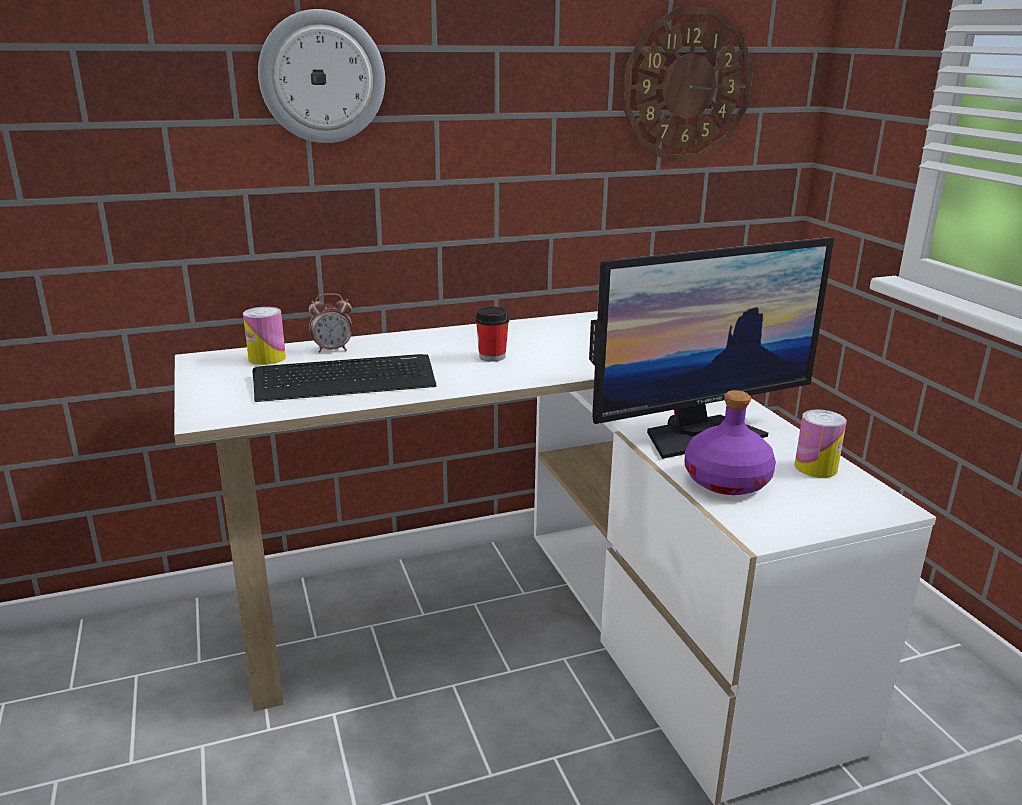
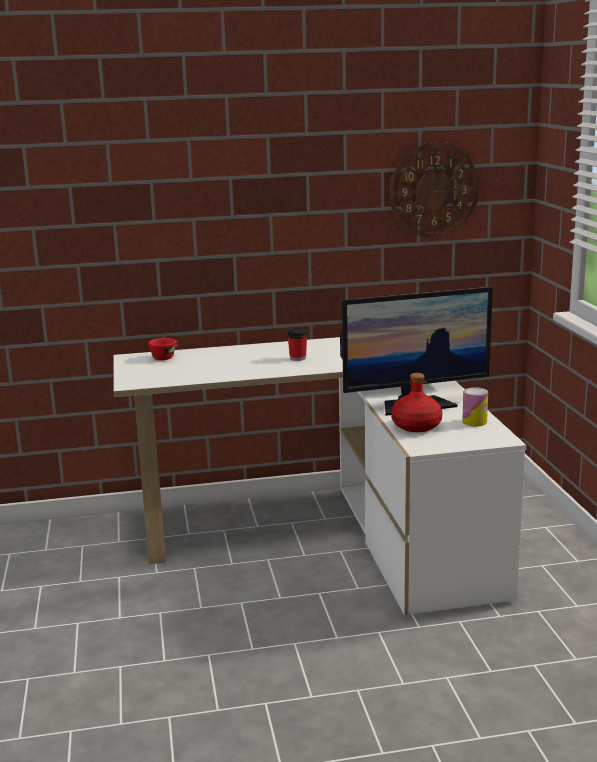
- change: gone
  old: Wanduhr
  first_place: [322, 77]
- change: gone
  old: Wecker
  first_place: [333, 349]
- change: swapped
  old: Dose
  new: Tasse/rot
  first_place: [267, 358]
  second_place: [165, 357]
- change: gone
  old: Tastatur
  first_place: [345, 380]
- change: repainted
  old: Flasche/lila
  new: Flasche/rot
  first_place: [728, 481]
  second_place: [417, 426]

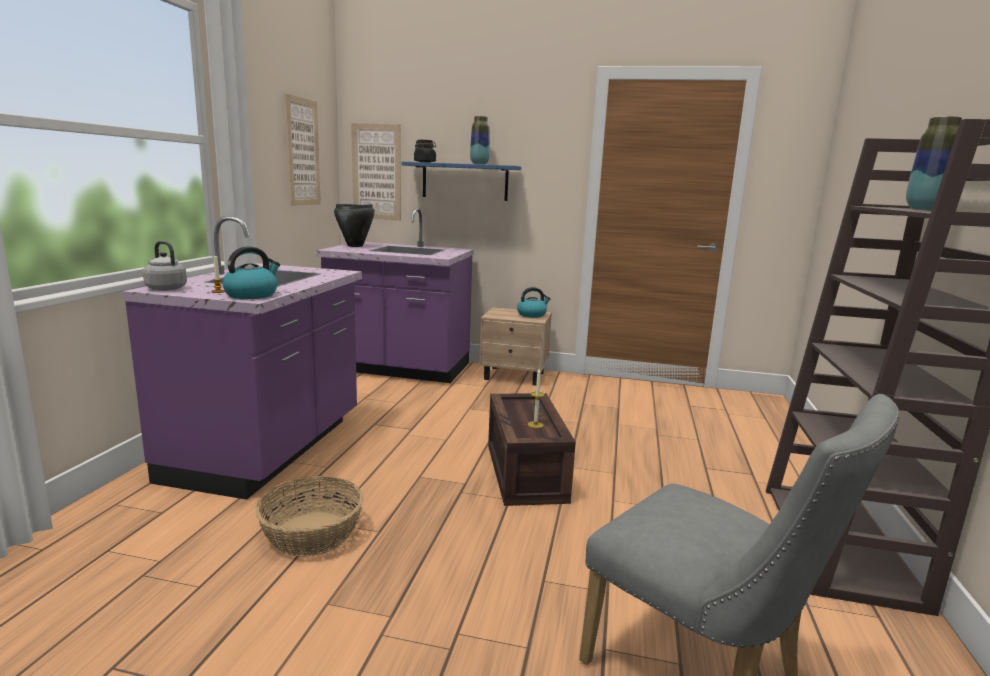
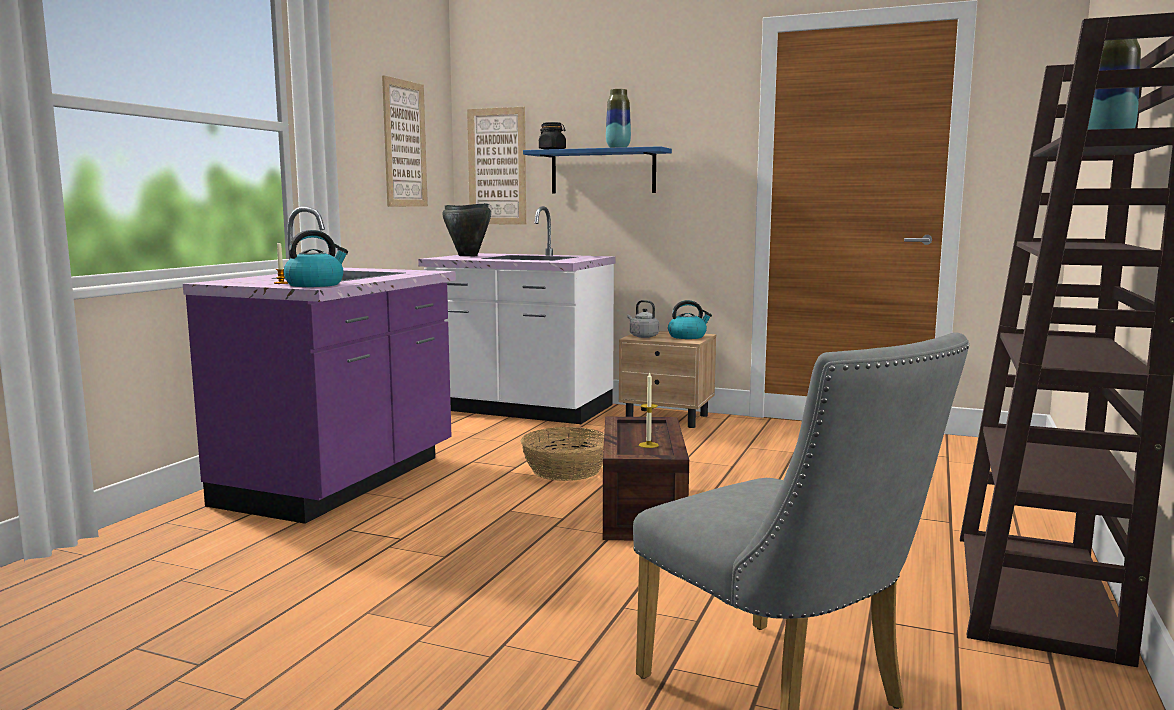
- change: repainted
  old: Küchenzeile/lila
  new: Küchenzeile/weiß
  first_place: [399, 368]
  second_place: [521, 409]
- change: shifted
  old: Wasserkessel/grau
  first_place: [165, 288]
  second_place: [642, 336]
- change: shifted
  old: Korb
  first_place: [311, 534]
  second_place: [565, 470]

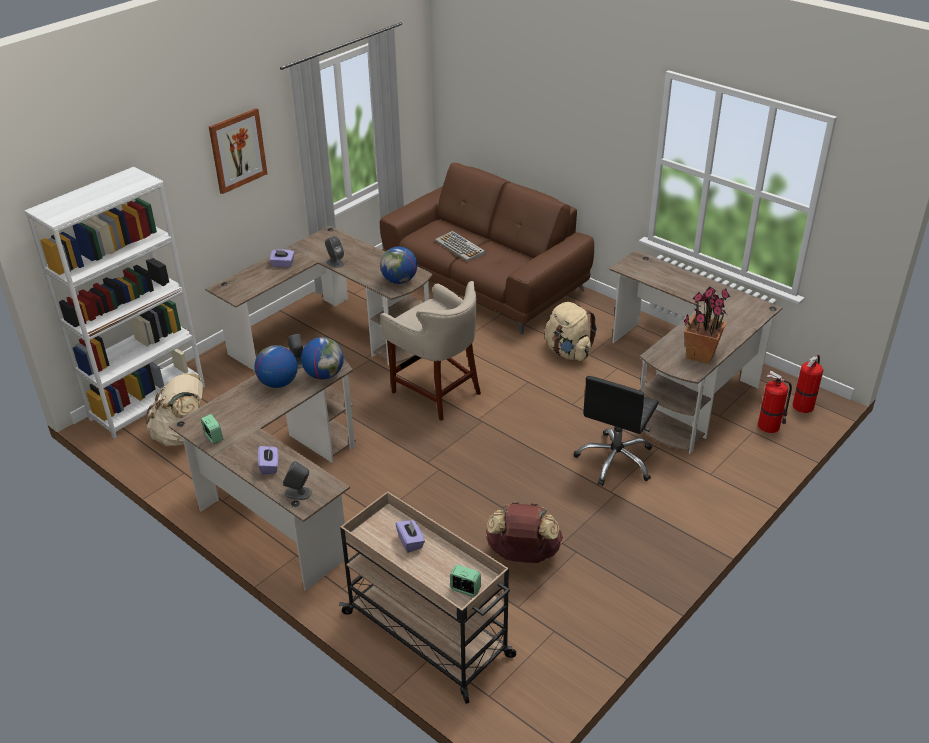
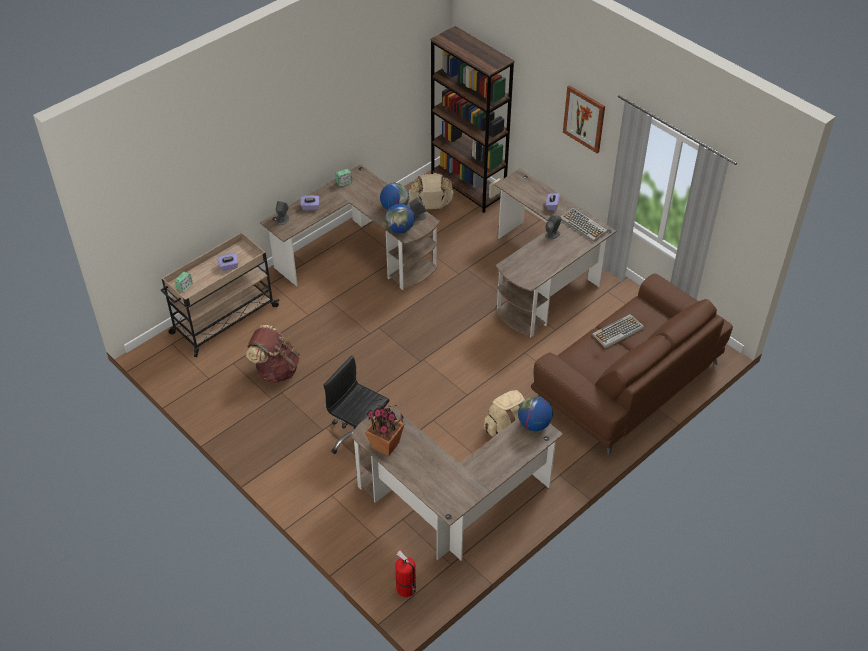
- change: repainted
  old: Bücherregal/weiß
  new: Bücherregal/braun
  first_place: [148, 402]
  second_place: [468, 187]
- change: shifted
  old: Globus
  first_place: [399, 281]
  second_place: [534, 424]
- change: gone
  old: Hocker/beige
  first_place: [437, 391]
- change: gone
  old: Feuerlöscher
  first_place: [770, 426]
- change: new
  new: Tastatur
  second_place: [584, 225]

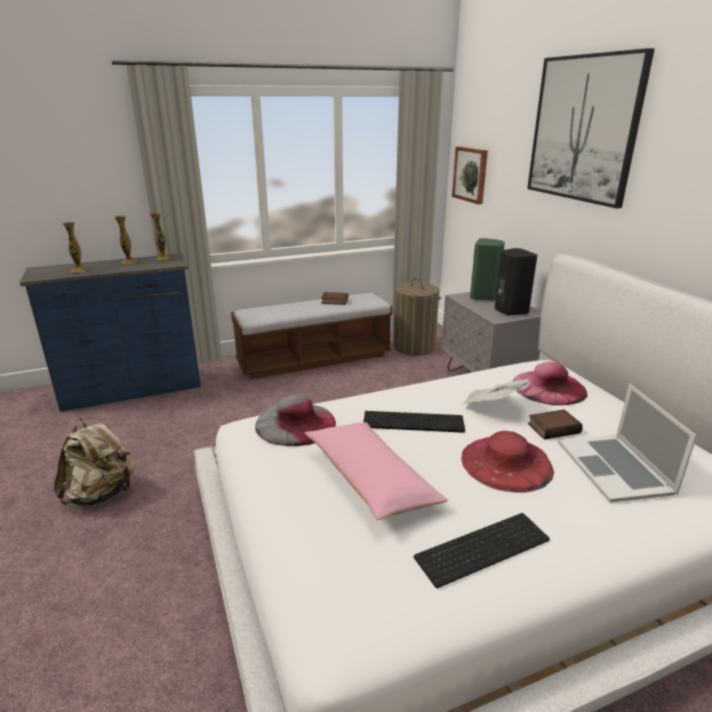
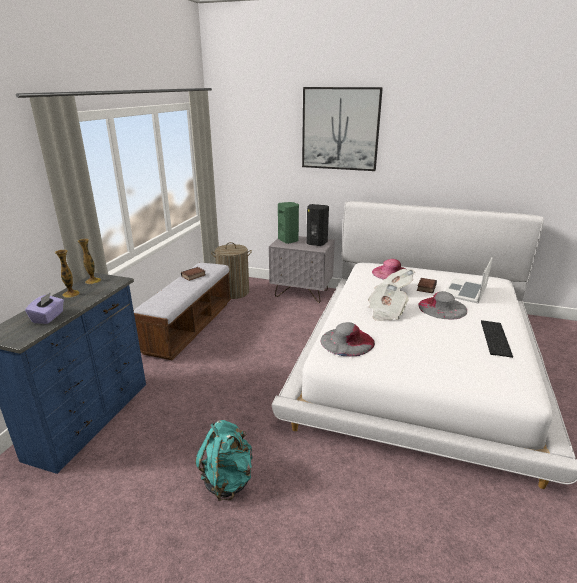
- change: gone
  old: Bild
  first_place: [470, 174]
- change: swapped
  old: Vase
  new: Taschentuchbox/lila
  first_place: [79, 270]
  second_place: [48, 317]
- change: rotated
  old: Laptop
  first_place: [615, 467]
  second_place: [465, 291]
  degrees: 90
- change: swapped
  old: Tastatur
  new: Zeitung
  first_place: [412, 423]
  second_place: [385, 312]
- change: repainted
  old: Rucksack/beige
  new: Rucksack/türkis
  first_place: [101, 494]
  second_place: [228, 480]
- change: gone
  old: Kissen/rosa
  first_place: [370, 479]
- change: repainted
  old: Hut/rot
  new: Hut/grau
  first_place: [506, 463]
  second_place: [442, 308]

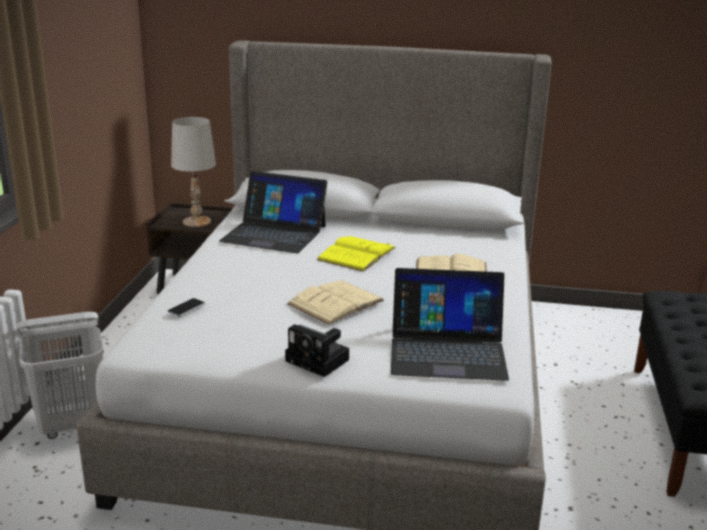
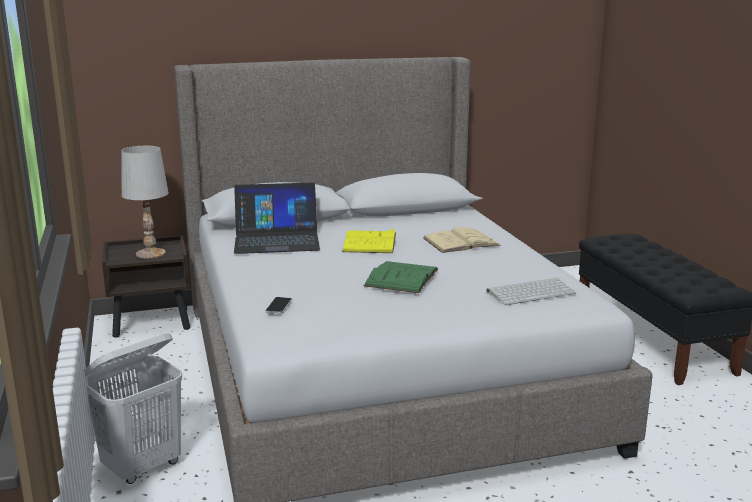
- change: swapped
  old: Laptop
  new: Tastatur
  first_place: [447, 350]
  second_place: [531, 292]
- change: repainted
  old: Buch/beige
  new: Buch/grün
  first_place: [335, 302]
  second_place: [401, 277]
- change: gone
  old: Kamera
  first_place: [319, 361]

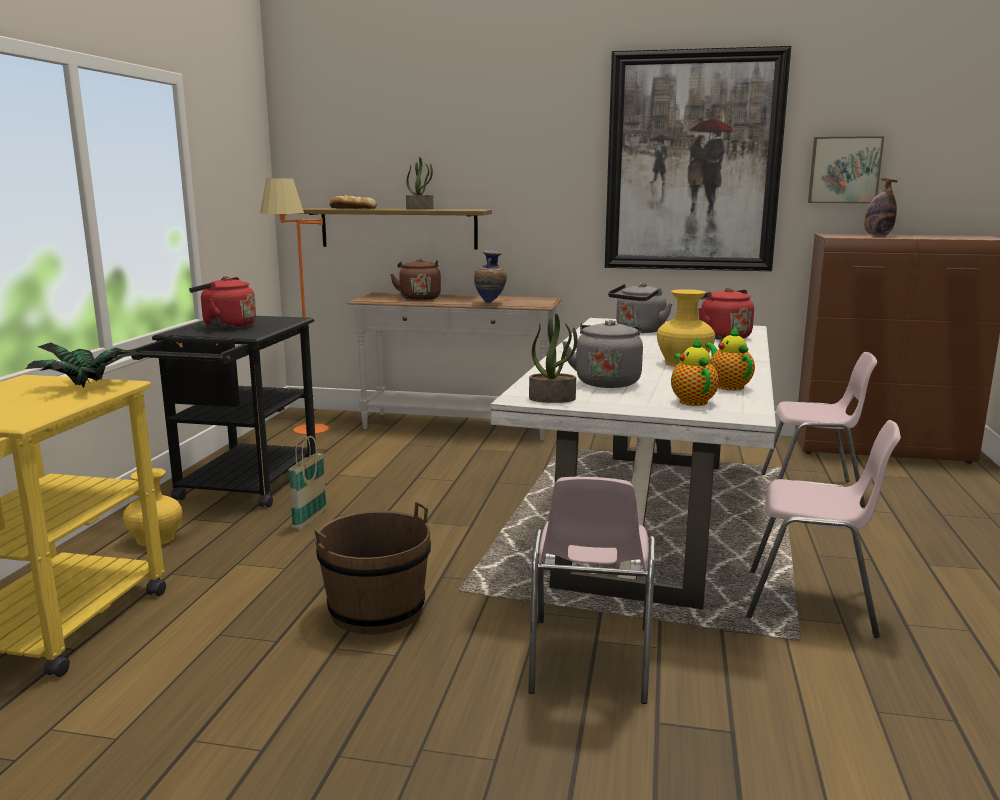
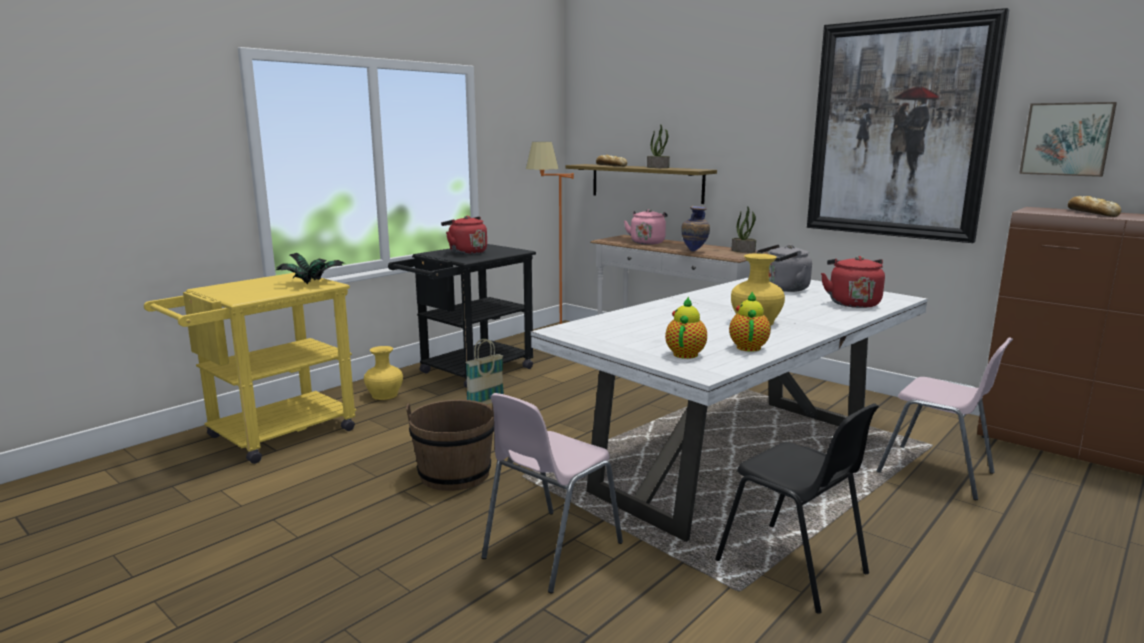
- change: swapped
  old: Flasche
  new: Brot
  first_place: [877, 235]
  second_place: [1091, 213]
- change: repainted
  old: Wasserkessel/braun
  new: Wasserkessel/rosa
  first_place: [419, 298]
  second_place: [647, 242]
- change: shifted
  old: Topfpflanze
  first_place: [552, 398]
  second_place: [743, 251]
- change: gone
  old: Wasserkessel/grau
  first_place: [607, 382]
- change: repainted
  old: Stuhl/rosa
  new: Stuhl/schwarz
  first_place: [811, 604]
  second_place: [792, 568]

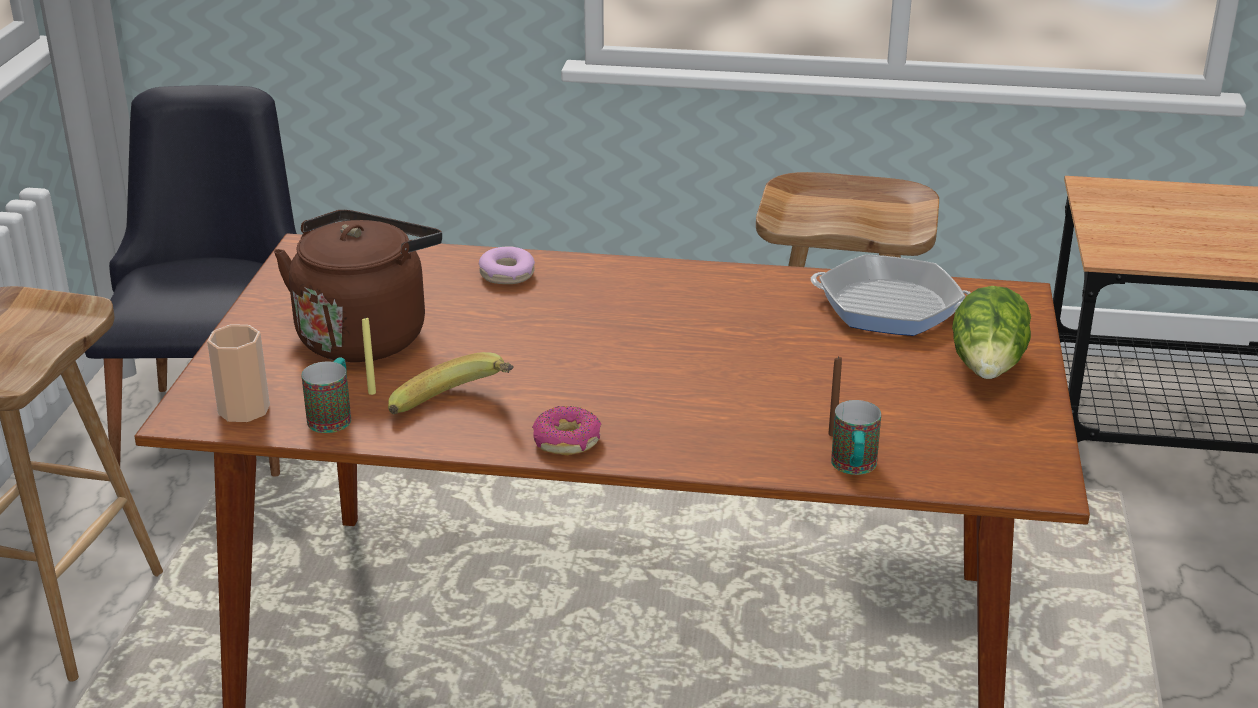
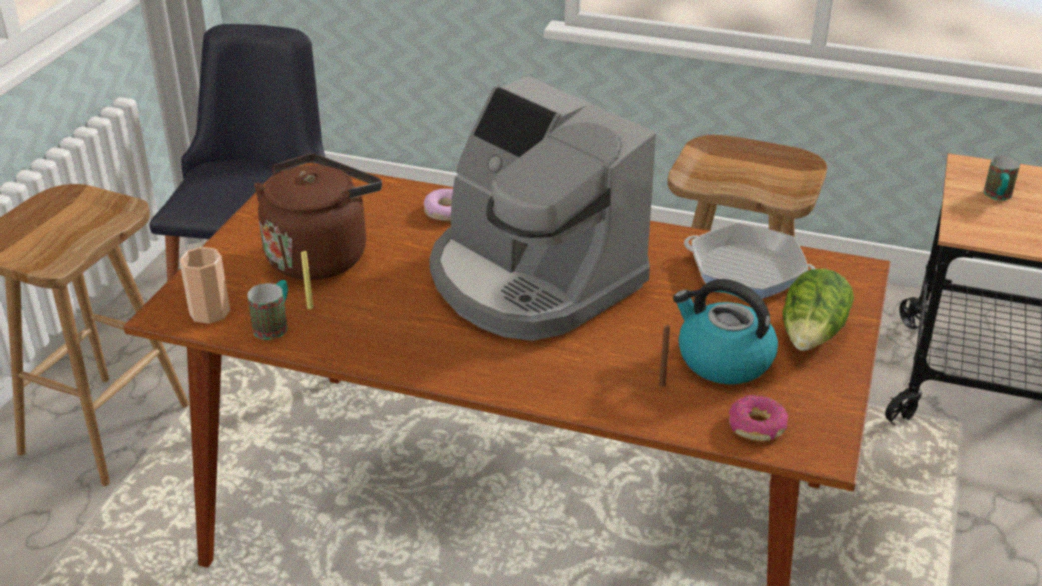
- change: gone
  old: Banane
  first_place: [457, 411]
- change: shifted
  old: Henkelbecher
  first_place: [854, 468]
  second_place: [998, 197]
- change: shifted
  old: Donut
  first_place: [567, 441]
  second_place: [757, 427]
- change: new
  new: Kaffeemaschine
  second_place: [531, 280]
- change: new
  new: Wasserkessel
  second_place: [723, 360]

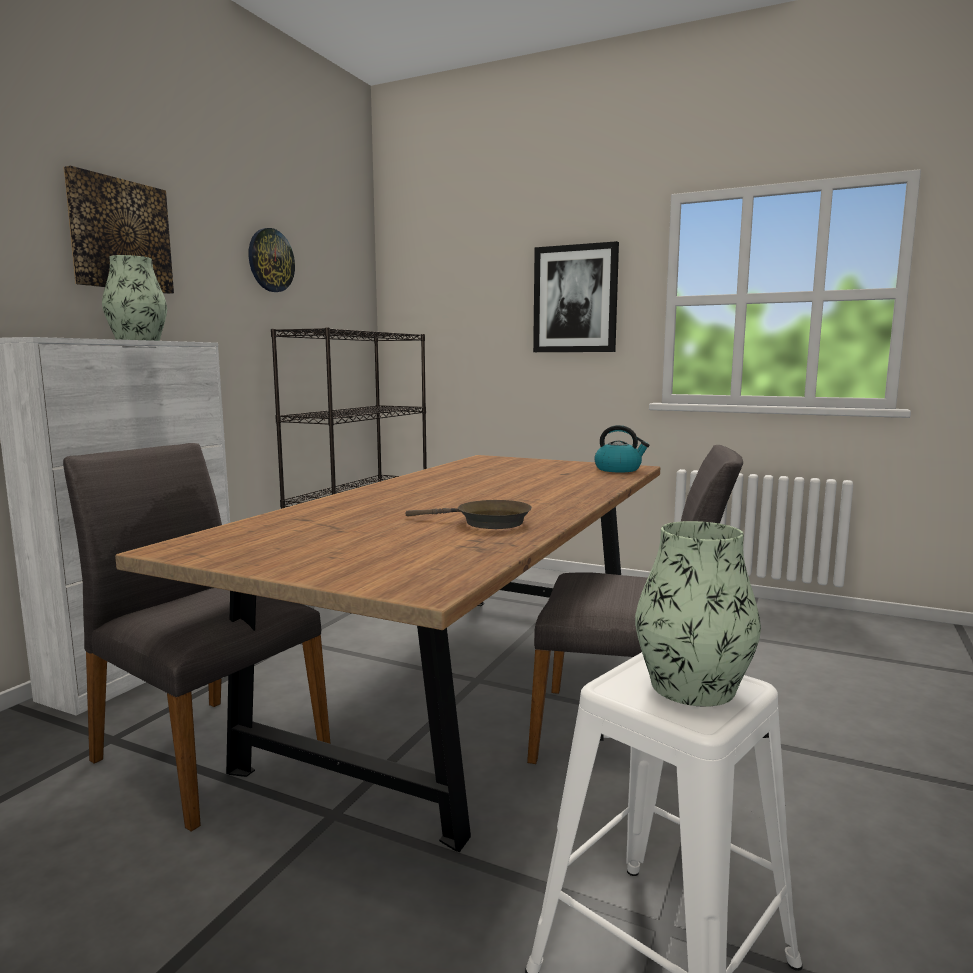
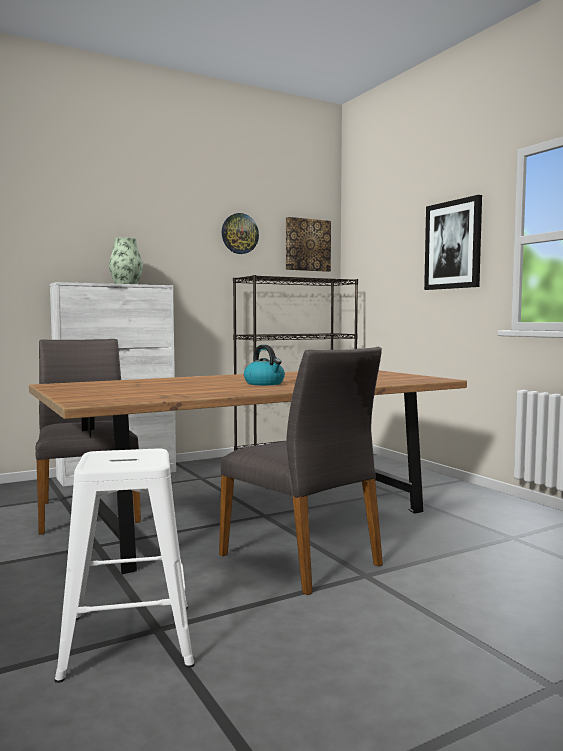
- change: shifted
  old: Bild
  first_place: [119, 235]
  second_place: [307, 245]
- change: shifted
  old: Wasserkessel
  first_place: [618, 469]
  second_place: [265, 383]
- change: gone
  old: Pfanne/braun
  first_place: [487, 522]
- change: gone
  old: Vase
  first_place: [693, 686]

